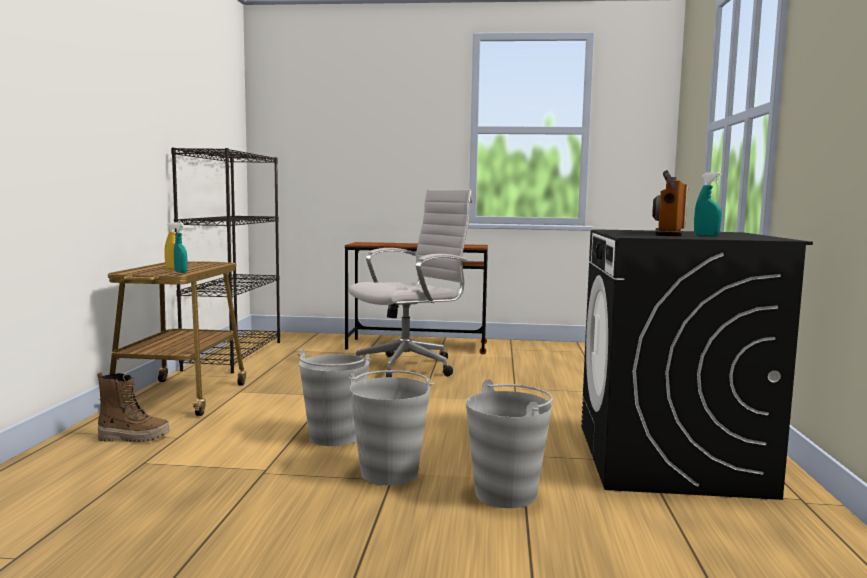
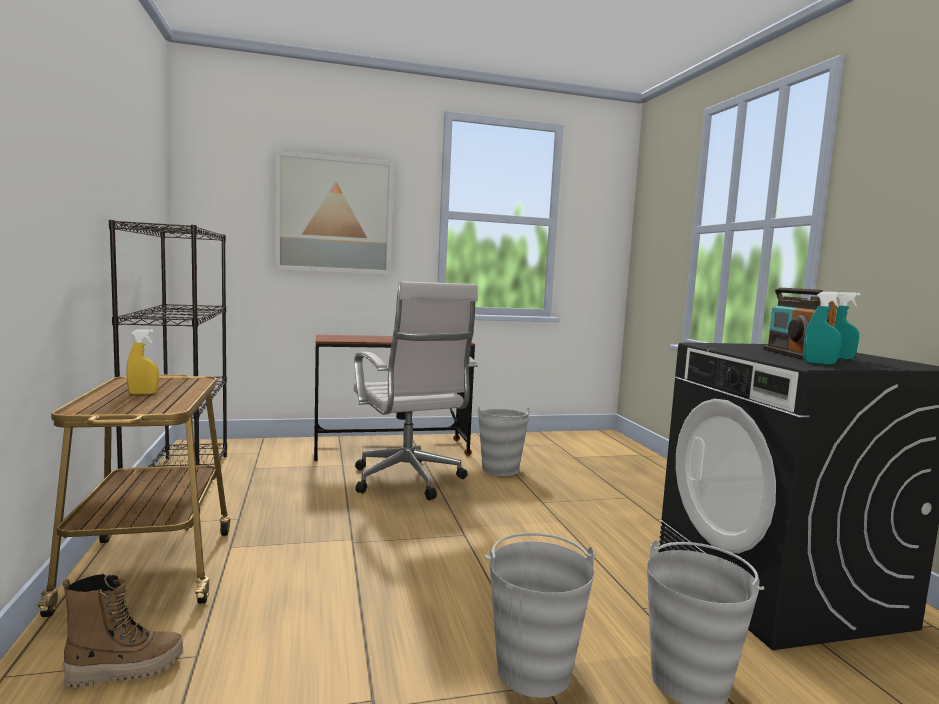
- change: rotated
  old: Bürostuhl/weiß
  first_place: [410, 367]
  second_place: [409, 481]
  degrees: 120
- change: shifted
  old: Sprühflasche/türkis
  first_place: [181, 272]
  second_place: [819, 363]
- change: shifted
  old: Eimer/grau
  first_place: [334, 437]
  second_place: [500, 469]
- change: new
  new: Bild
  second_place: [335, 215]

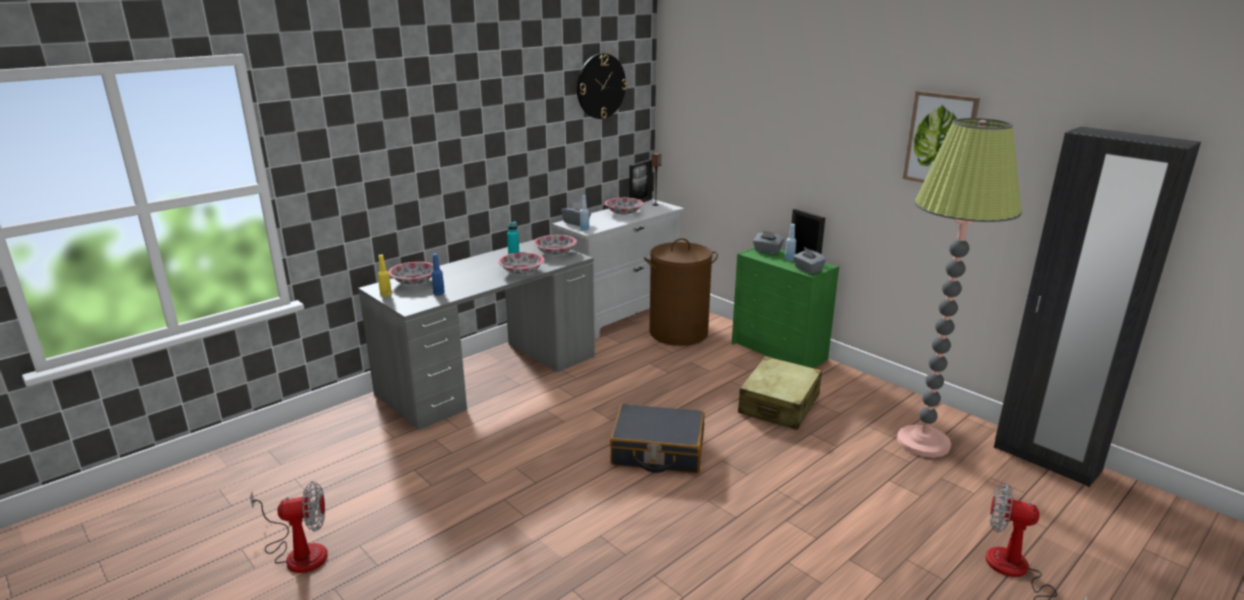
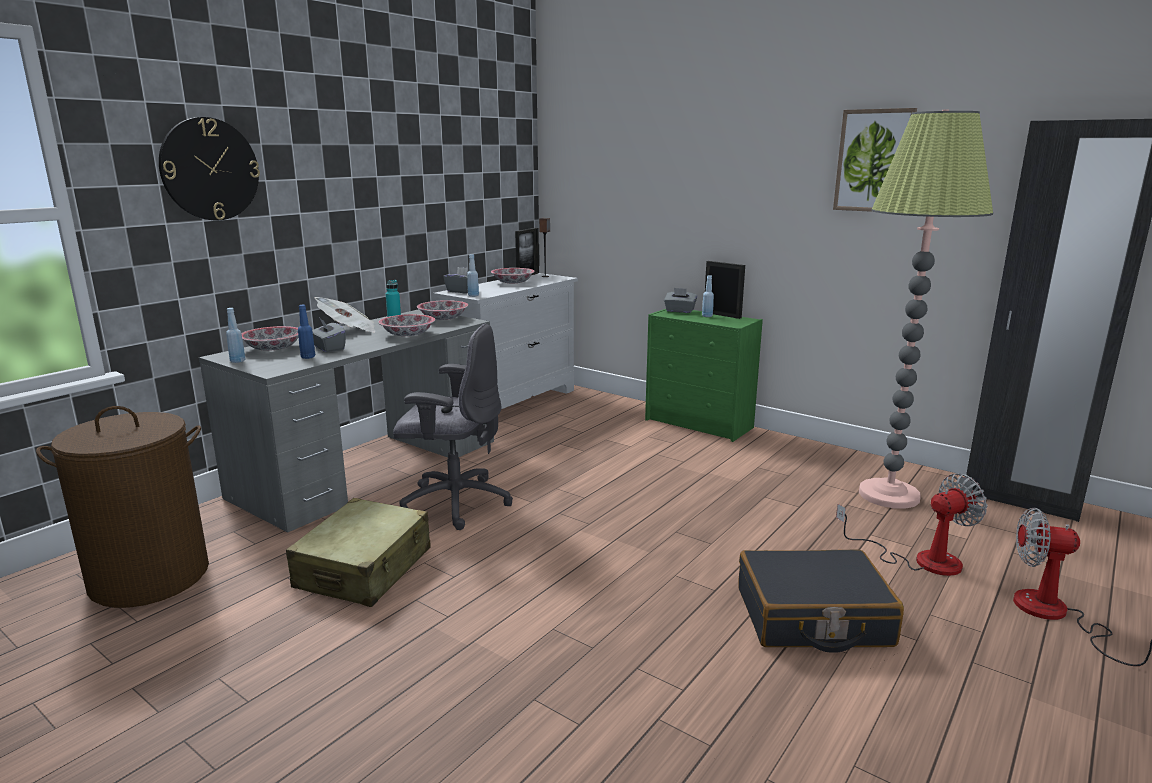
- change: shifted
  old: Wanduhr
  first_place: [600, 86]
  second_place: [210, 169]
- change: shifted
  old: Wäschekorb/braun
  first_place: [678, 333]
  second_place: [150, 577]
- change: shifted
  old: Taschentuchbox/grau
  first_place: [807, 269]
  second_place: [328, 348]
- change: repainted
  old: Flasche/gelb
  new: Flasche/blau
  first_place: [386, 295]
  second_place: [238, 361]
- change: shifted
  old: Koffer/beige
  first_place: [779, 405]
  second_place: [364, 569]
- change: shifted
  old: Koffer/schwarz
  first_place: [658, 451]
  second_place: [812, 617]
- change: shifted
  old: Ventilator
  first_place: [299, 552]
  second_place: [920, 560]
- change: new
  new: Zeitung
  second_place: [348, 330]
- change: new
  new: Bürostuhl/grau
  second_place: [454, 502]

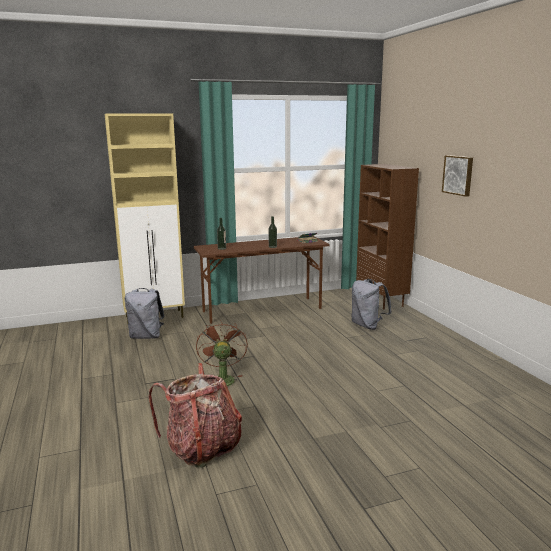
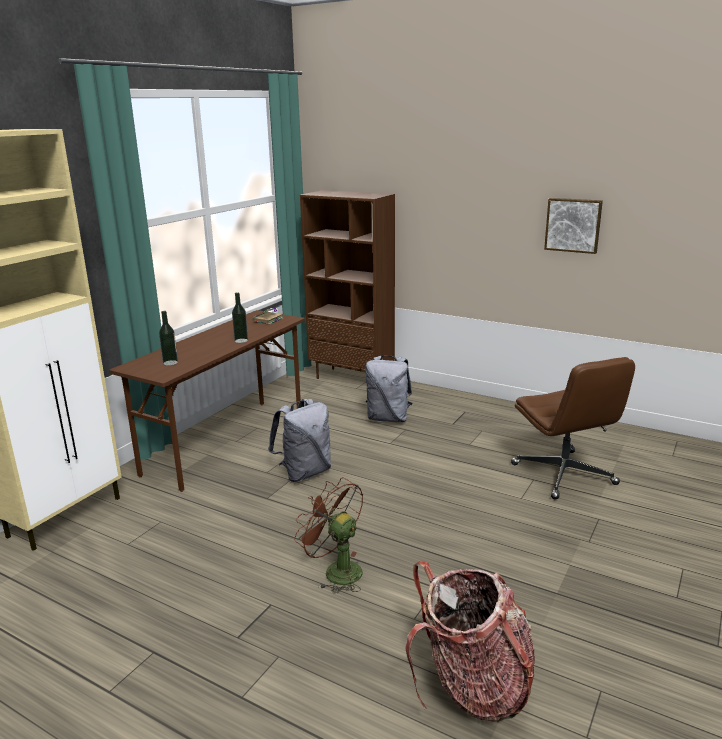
- change: shifted
  old: Bild
  first_place: [458, 175]
  second_place: [573, 225]
- change: shifted
  old: Rucksack/grau
  first_place: [146, 336]
  second_place: [304, 472]
- change: new
  new: Bürostuhl/braun
  second_place: [564, 475]

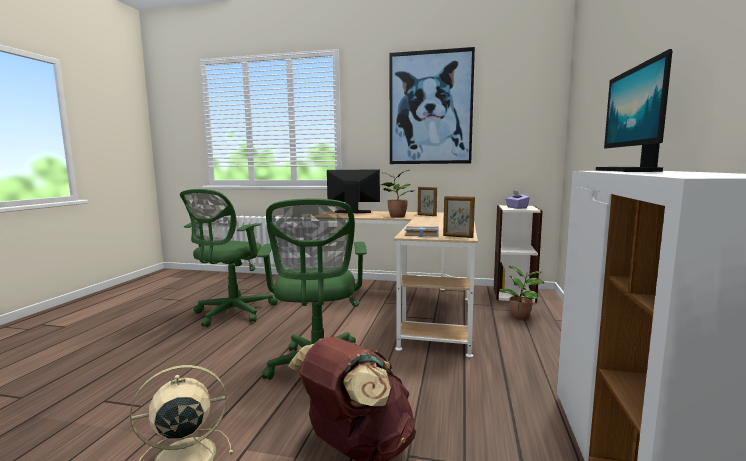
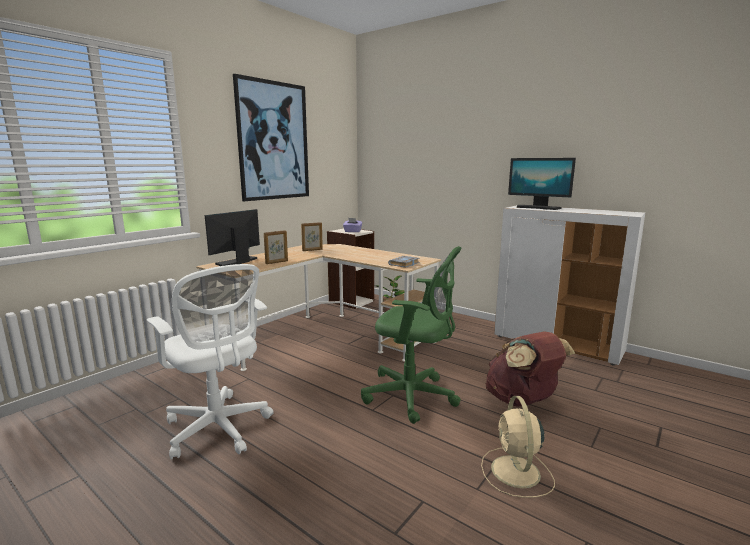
- change: gone
  old: Topfpflanze
  first_place: [396, 216]
- change: repainted
  old: Bürostuhl/grün
  new: Bürostuhl/weiß
  first_place: [232, 313]
  second_place: [219, 429]
- change: shifted
  old: Bilderrahmen
  first_place: [458, 236]
  second_place: [277, 262]

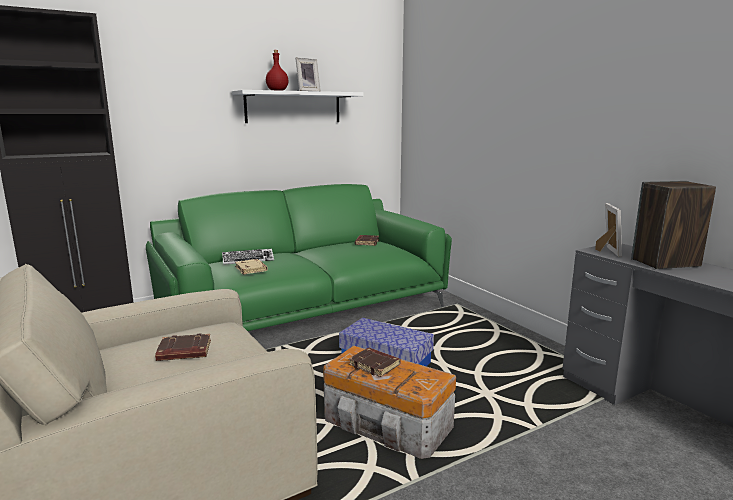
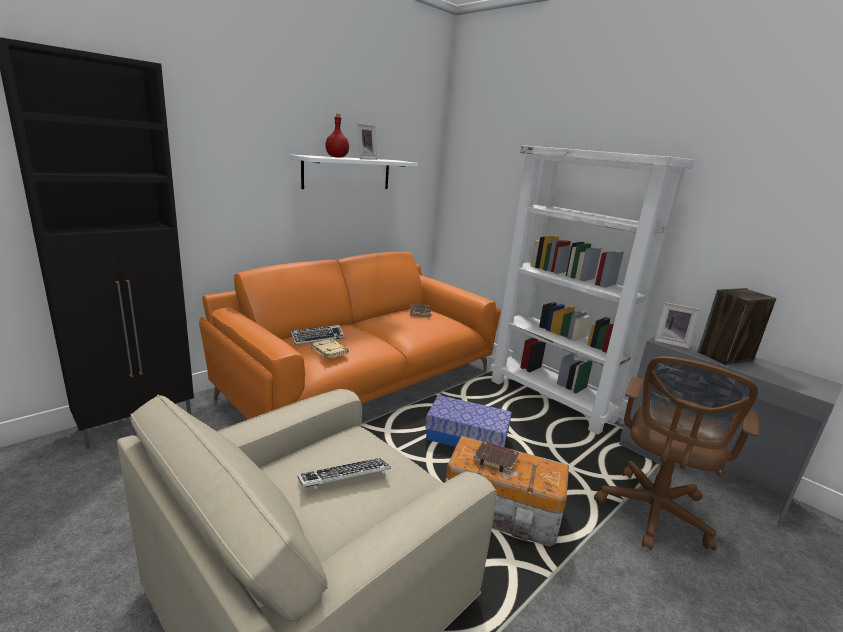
- change: repainted
  old: Sofa/grün
  new: Sofa/orange
  first_place: [305, 311]
  second_place: [362, 381]
- change: rotated
  old: Bilderrahmen
  first_place: [606, 251]
  second_place: [671, 342]
  degrees: 120
- change: swapped
  old: Buch/braun
  new: Tastatur
  first_place: [183, 352]
  second_place: [344, 478]
- change: new
  new: Bücherregal/weiß
  second_place: [552, 400]
- change: new
  new: Bürostuhl/braun
  second_place: [652, 514]

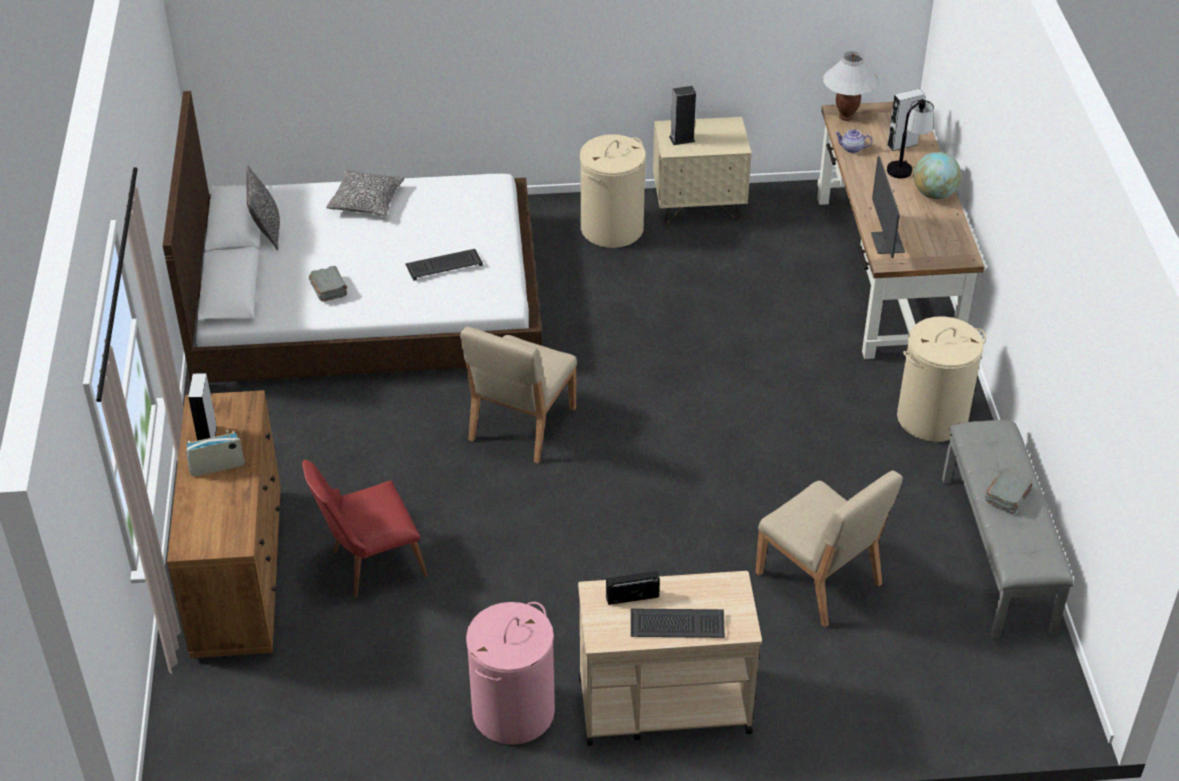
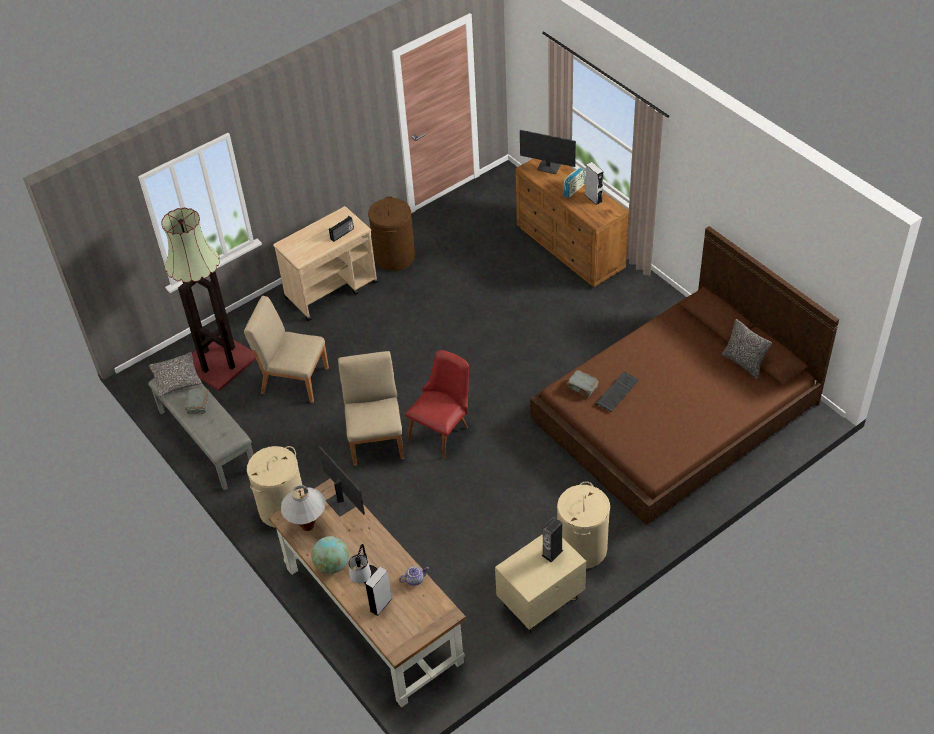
- change: shifted
  old: Tischlampe/weiß
  first_place: [846, 116]
  second_place: [307, 526]
- change: repainted
  old: Bett/weiß
  new: Bett/braun
  first_place: [367, 298]
  second_place: [675, 412]
- change: shifted
  old: Kissen
  first_place: [366, 201]
  second_place: [176, 379]
- change: shifted
  old: Buch/grau
  first_place: [329, 289]
  second_place: [583, 387]
- change: shifted
  old: Stuhl/beige
  first_place: [521, 424]
  second_place: [376, 439]
- change: shifted
  old: Stuhl/rot
  first_place: [369, 564]
  second_place: [443, 431]
- change: repainted
  old: Wäschekorb/rosa
  new: Wäschekorb/braun
  first_place: [513, 712]
  second_place: [394, 257]
- change: gone
  old: Tastatur
  first_place: [676, 626]
- change: new
  new: Monitor
  second_place: [548, 167]
- change: new
  new: Stehlampe
  second_place: [219, 362]

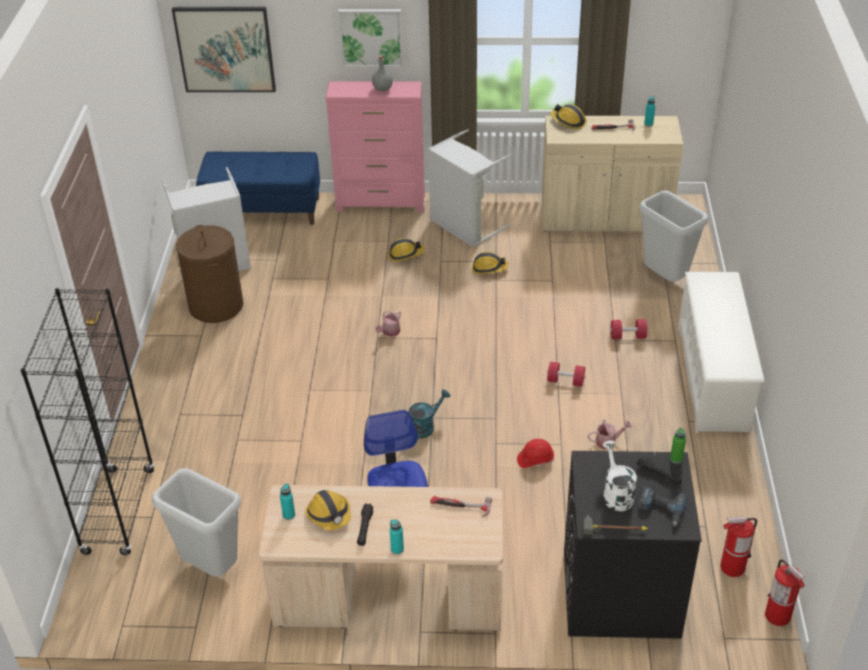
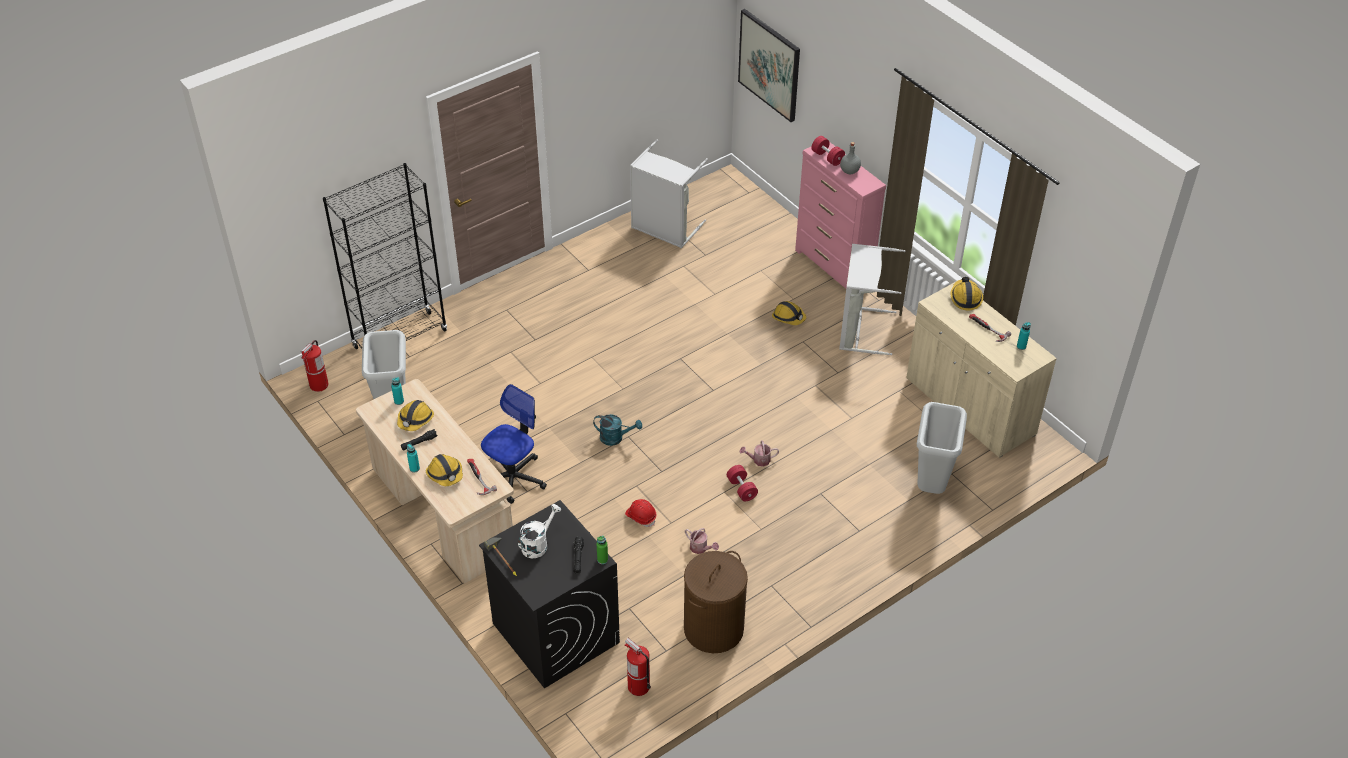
- change: gone
  old: Bild
  first_place: [371, 37]
- change: gone
  old: Bank/blau
  first_place: [263, 210]
- change: shifted
  old: Wäschekorb/braun
  first_place: [216, 306]
  second_place: [713, 628]
- change: shifted
  old: Schutzhelm
  first_place: [489, 268]
  second_place: [445, 474]
- change: gone
  old: Schuhregal/weiß
  first_place: [713, 378]
- change: shifted
  old: Gießkanne
  first_place: [389, 332]
  second_place: [759, 460]
- change: shifted
  old: Hantel/rot
  first_place: [628, 336]
  second_place: [827, 157]
- change: gone
  old: Bohrmaschine
  first_place: [661, 509]
- change: shifted
  old: Feuerlöscher
  first_place: [778, 616]
  second_place: [319, 385]

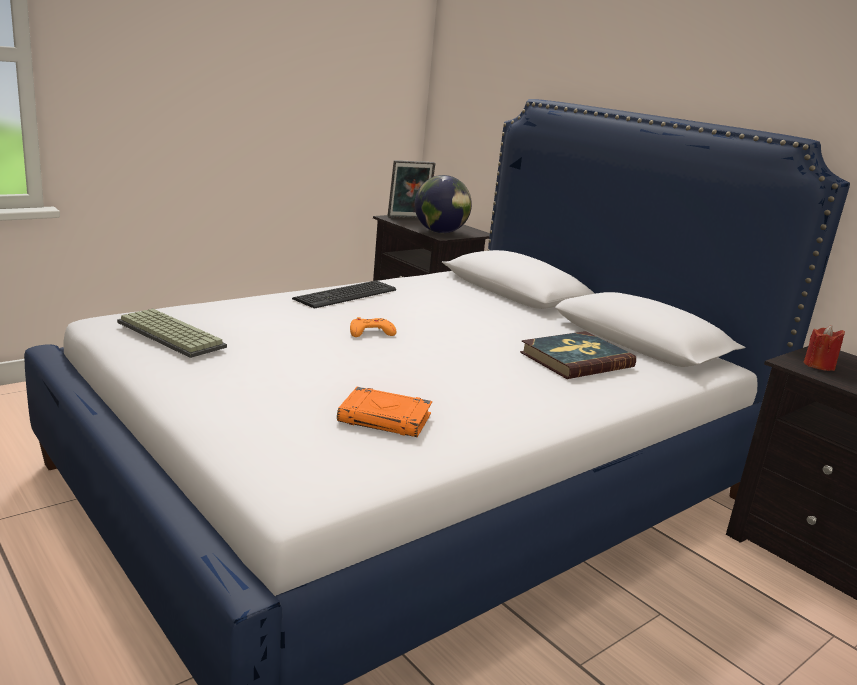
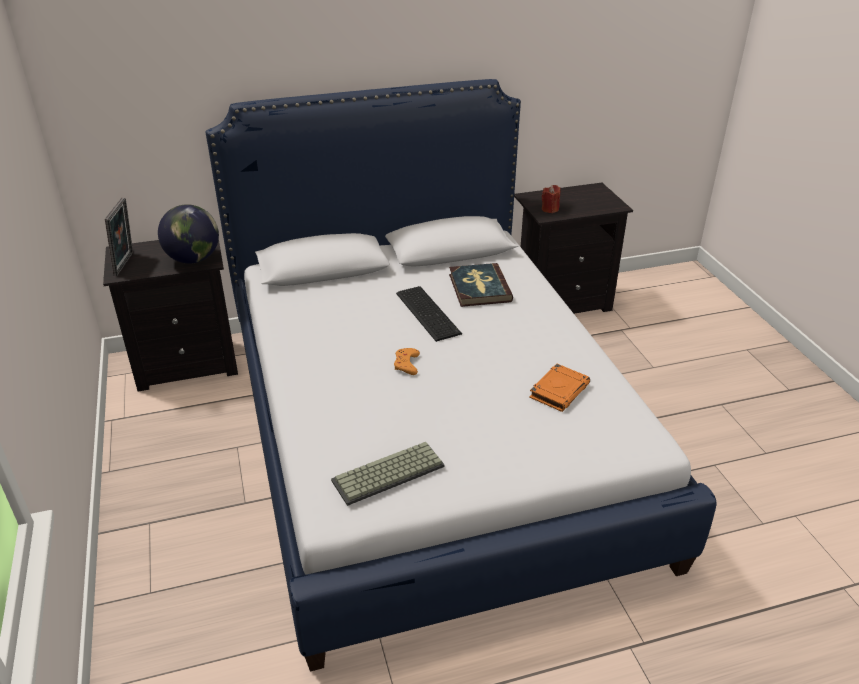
- change: shifted
  old: Tastatur
  first_place: [348, 294]
  second_place: [429, 312]

